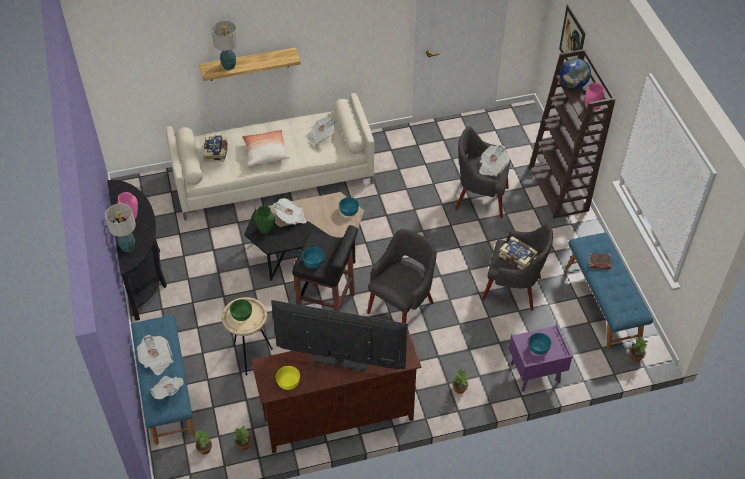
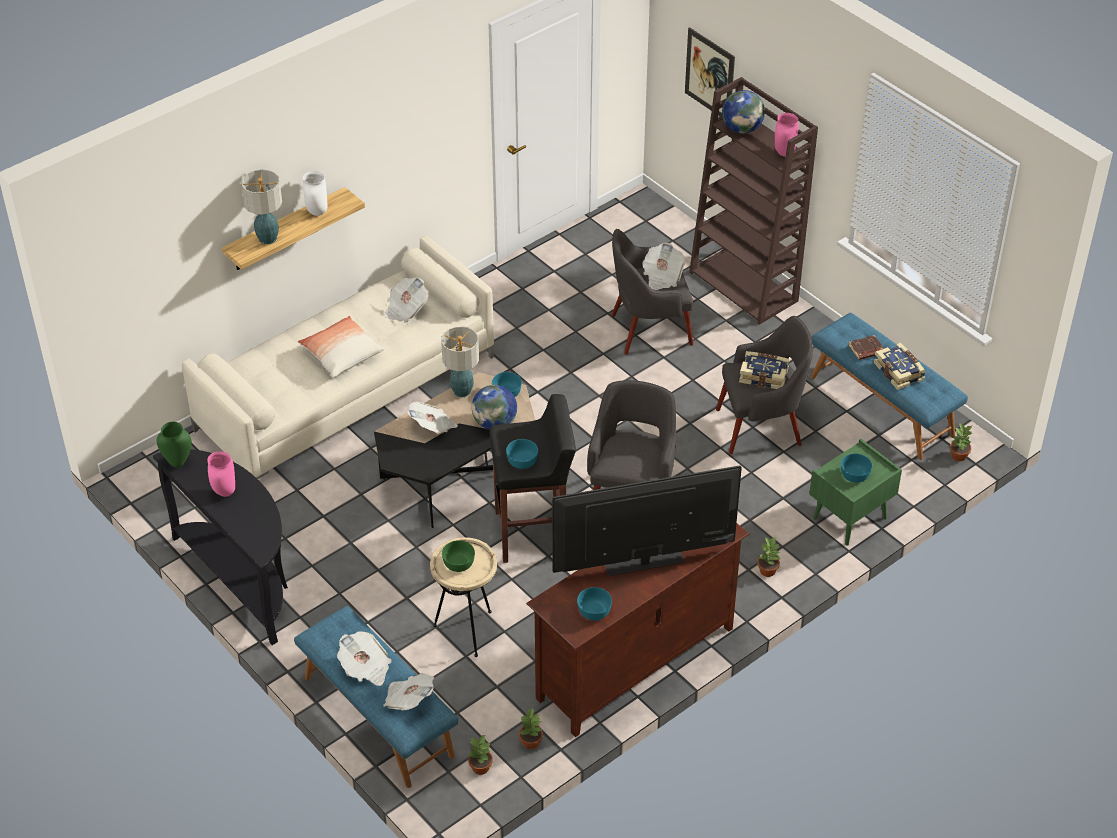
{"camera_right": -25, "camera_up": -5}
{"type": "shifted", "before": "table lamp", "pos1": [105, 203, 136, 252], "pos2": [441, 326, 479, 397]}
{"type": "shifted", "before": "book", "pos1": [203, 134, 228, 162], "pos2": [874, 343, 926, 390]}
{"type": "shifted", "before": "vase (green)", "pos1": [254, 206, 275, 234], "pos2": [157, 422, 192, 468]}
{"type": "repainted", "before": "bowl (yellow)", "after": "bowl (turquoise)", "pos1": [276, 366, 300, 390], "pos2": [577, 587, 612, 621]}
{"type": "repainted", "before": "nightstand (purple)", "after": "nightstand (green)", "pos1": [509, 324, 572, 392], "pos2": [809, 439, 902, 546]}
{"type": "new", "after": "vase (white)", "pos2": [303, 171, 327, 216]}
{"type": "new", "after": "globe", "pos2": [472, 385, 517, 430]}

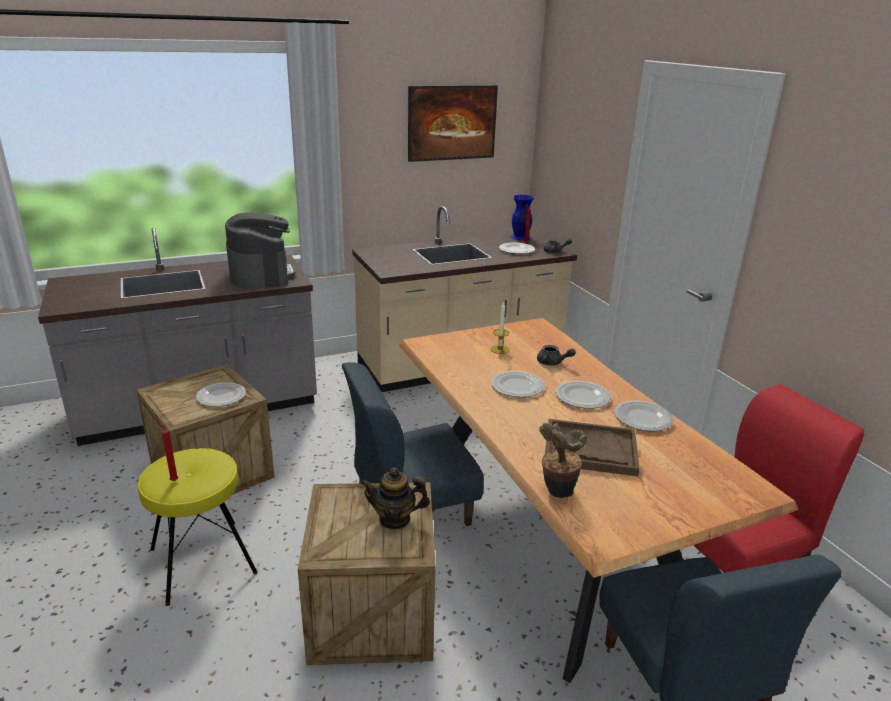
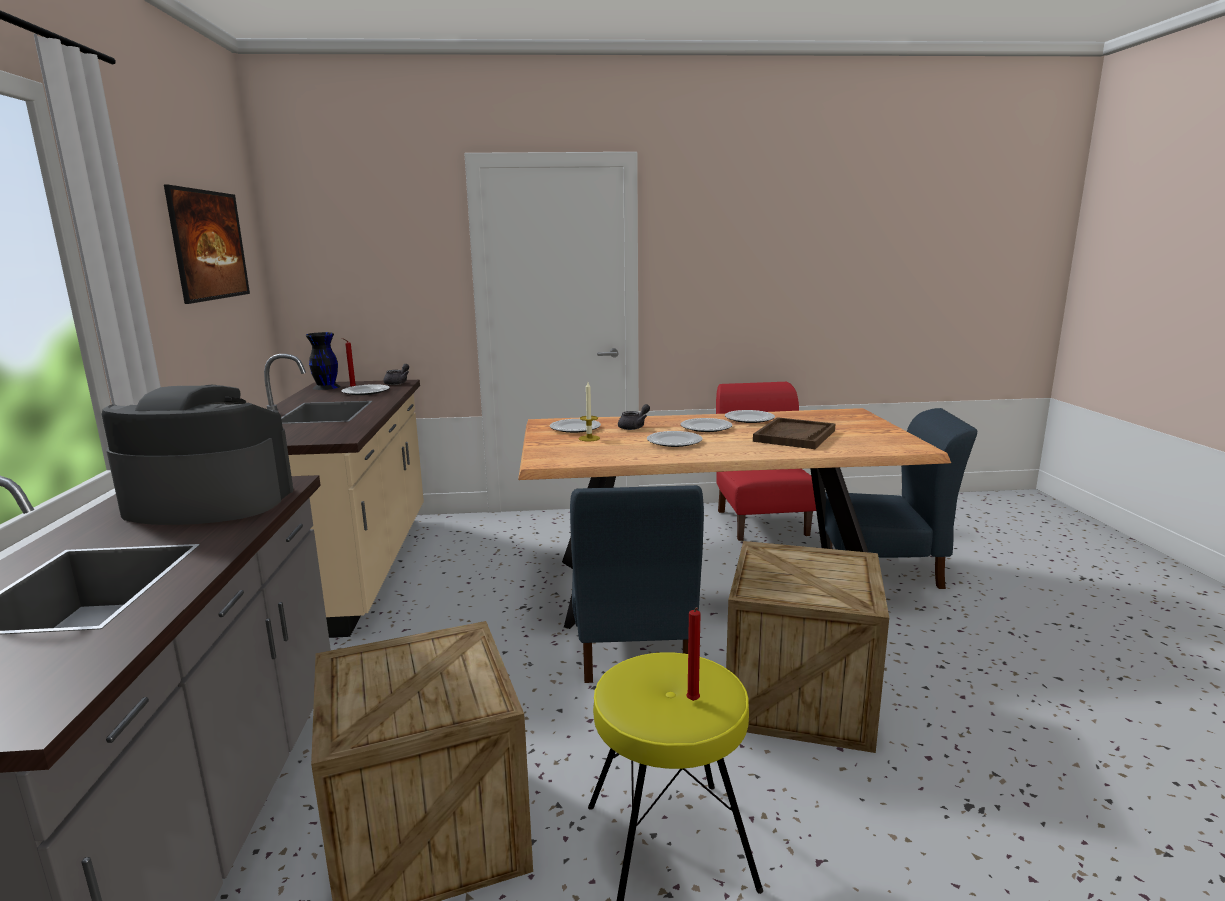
{"camera_right": -70, "camera_up": -10}
{"type": "shifted", "before": "plate", "pos1": [196, 382, 246, 407], "pos2": [550, 419, 601, 433]}
{"type": "gone", "before": "teapot", "pos1": [360, 467, 430, 529]}
{"type": "repainted", "before": "vase (blue)", "after": "vase (black)", "pos1": [511, 195, 534, 241], "pos2": [306, 332, 340, 390]}
{"type": "gone", "before": "potted plant", "pos1": [539, 423, 587, 498]}

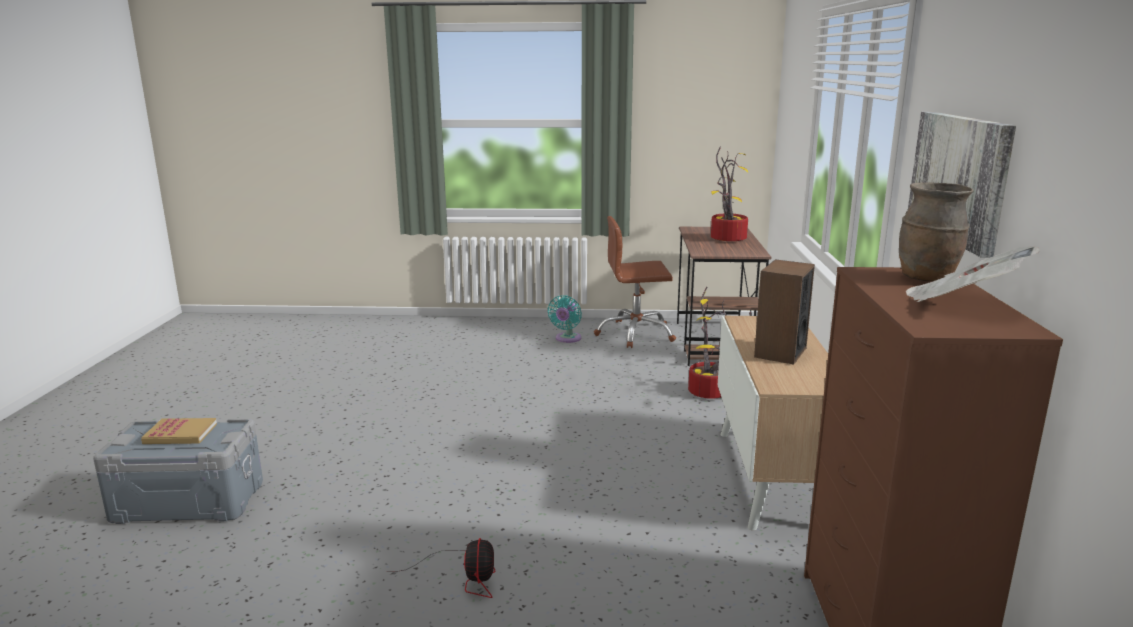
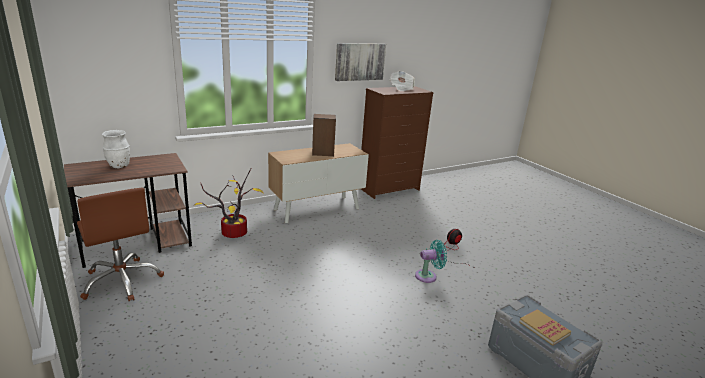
{"camera_right": -125, "camera_up": 5}
{"type": "shifted", "before": "fan (turquoise)", "pos1": [547, 295, 582, 343], "pos2": [415, 240, 447, 283]}
{"type": "swapped", "before": "potted plant", "after": "vase (white)", "pos1": [711, 146, 748, 241], "pos2": [102, 130, 130, 168]}
{"type": "gone", "before": "vase (brown)", "pos1": [899, 183, 974, 281]}

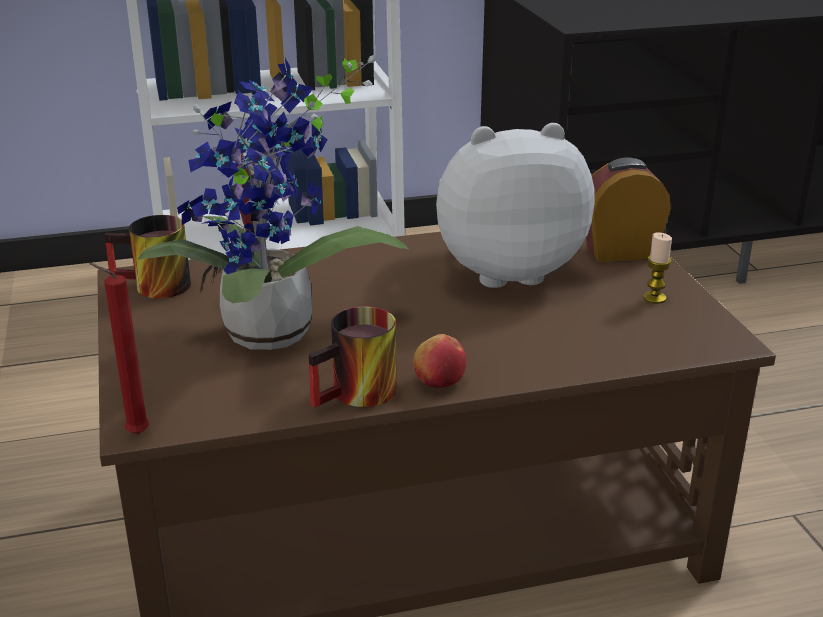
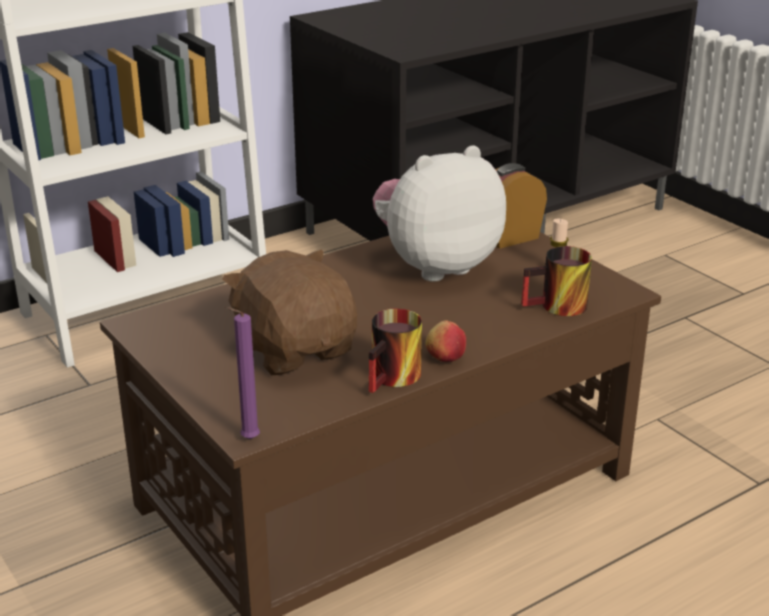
{"camera_right": -20, "camera_up": 0}
{"type": "repainted", "before": "candle (red)", "after": "candle (purple)", "pos1": [89, 263, 150, 434], "pos2": [226, 307, 260, 439]}
{"type": "shifted", "before": "mug", "pos1": [104, 215, 191, 299], "pos2": [521, 246, 592, 316]}
{"type": "swapped", "before": "potted plant", "after": "plush toy (brown)", "pos1": [138, 55, 408, 350], "pos2": [222, 249, 357, 375]}

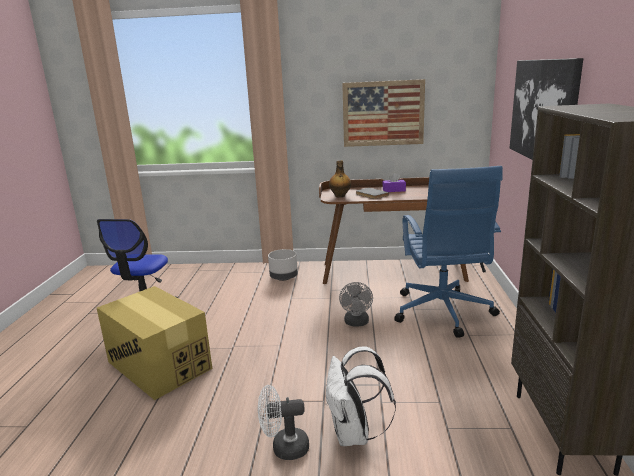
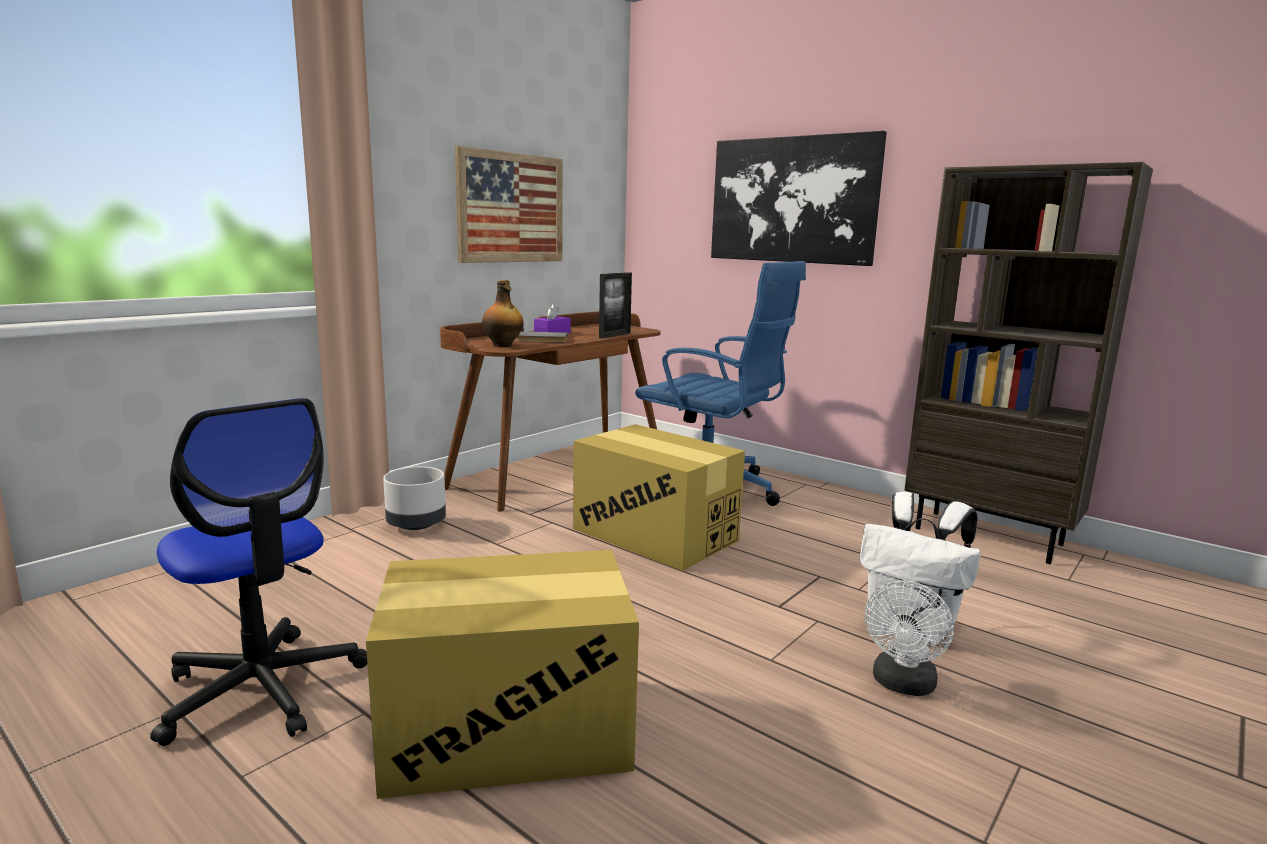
{"camera_right": -55, "camera_up": -5}
{"type": "swapped", "before": "fan (grey)", "after": "cardboard box", "pos1": [339, 282, 373, 327], "pos2": [573, 424, 745, 571]}
{"type": "new", "after": "picture frame", "pos2": [599, 272, 632, 338]}

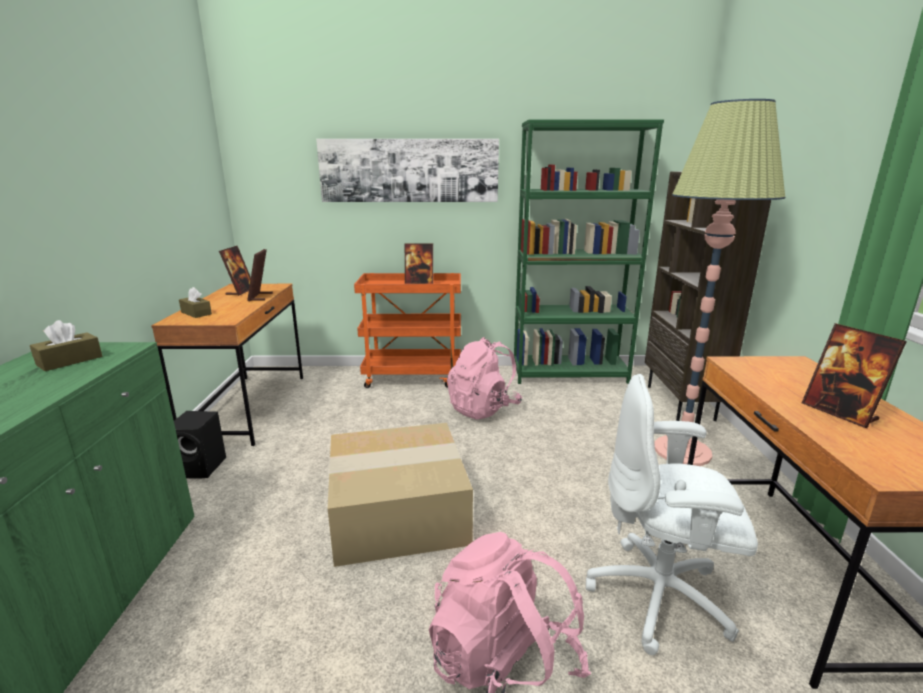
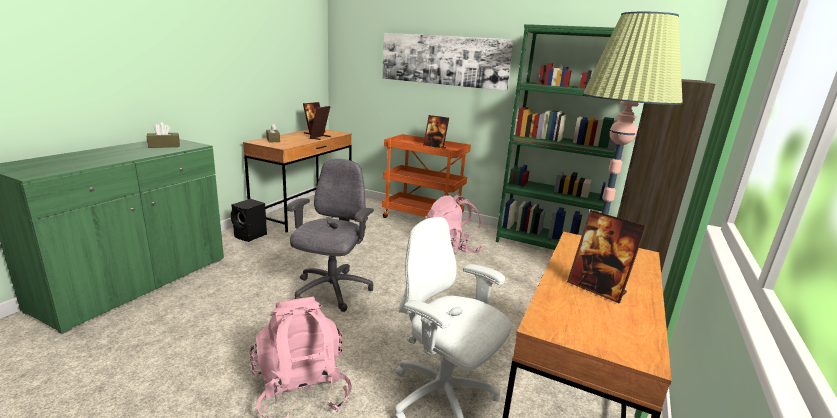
{"camera_right": 25, "camera_up": 0}
{"type": "swapped", "before": "cardboard box", "after": "office chair (grey)", "pos1": [328, 423, 473, 567], "pos2": [287, 158, 374, 312]}
{"type": "rotated", "before": "picture frame", "pos1": [802, 323, 907, 428], "pos2": [567, 210, 646, 303], "turn": -45}

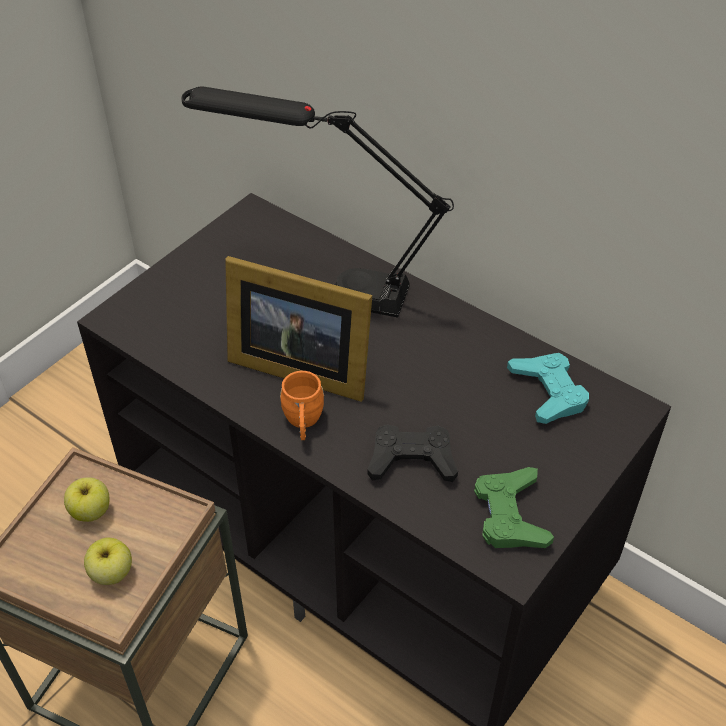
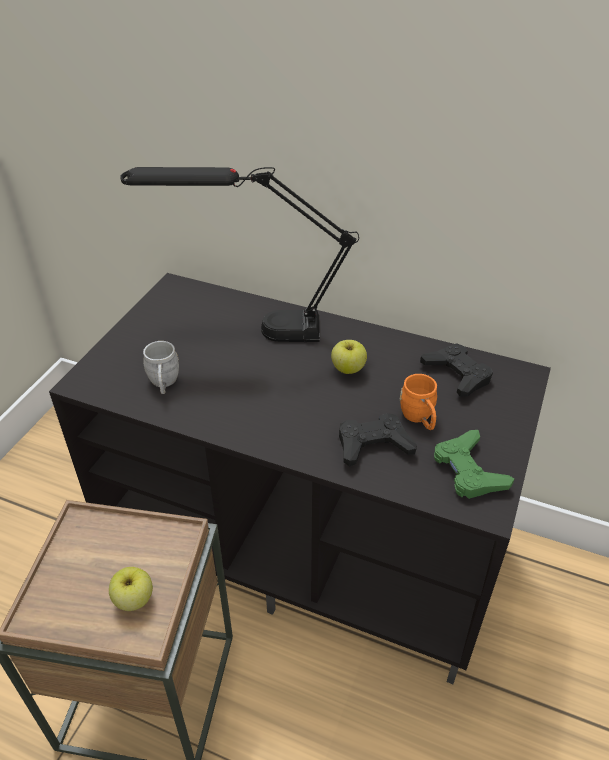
{"camera_right": -15, "camera_up": -5}
{"type": "shifted", "before": "apple", "pos1": [64, 477, 109, 522], "pos2": [331, 340, 367, 374]}
{"type": "gone", "before": "picture frame", "pos1": [225, 256, 372, 402]}
{"type": "shifted", "before": "mug (orange)", "pos1": [280, 371, 324, 440], "pos2": [400, 374, 437, 430]}
{"type": "repainted", "before": "game controller (turquoise)", "after": "game controller (black)", "pos1": [507, 353, 589, 424], "pos2": [420, 343, 493, 397]}
{"type": "new", "after": "mug (grey)", "pos2": [143, 341, 179, 394]}

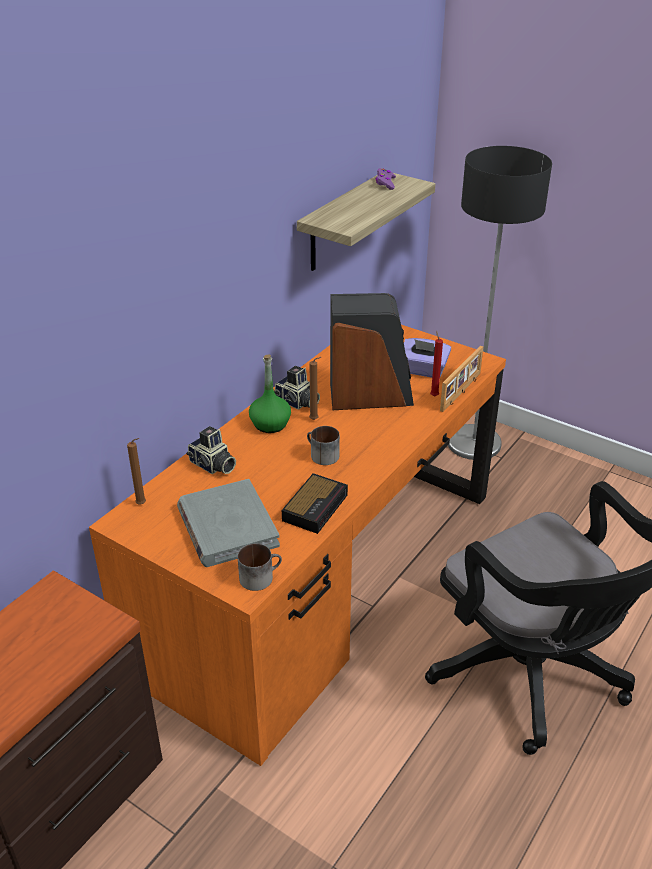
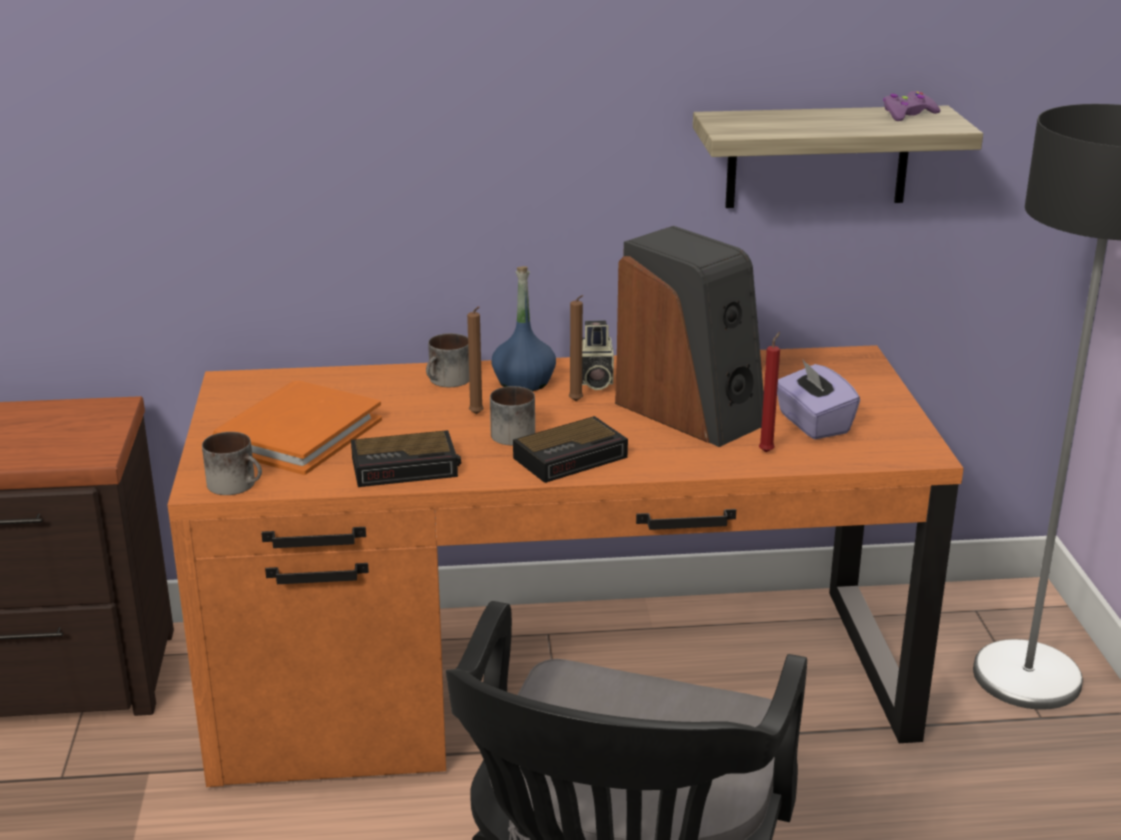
{"camera_right": 50, "camera_up": -10}
{"type": "shifted", "before": "candle (brown)", "pos1": [127, 438, 146, 504], "pos2": [467, 306, 484, 414]}
{"type": "repainted", "before": "book (grey)", "after": "book (orange)", "pos1": [177, 479, 280, 567], "pos2": [213, 381, 382, 475]}
{"type": "gone", "before": "photo camera", "pos1": [186, 426, 236, 474]}
{"type": "repainted", "before": "bottle (green)", "after": "bottle (blue)", "pos1": [249, 354, 291, 433], "pos2": [491, 266, 556, 391]}
{"type": "gone", "before": "picture frame", "pos1": [440, 346, 483, 412]}
{"type": "new", "after": "mug", "pos2": [426, 333, 469, 387]}
{"type": "new", "after": "alarm clock", "pos2": [513, 416, 628, 483]}

